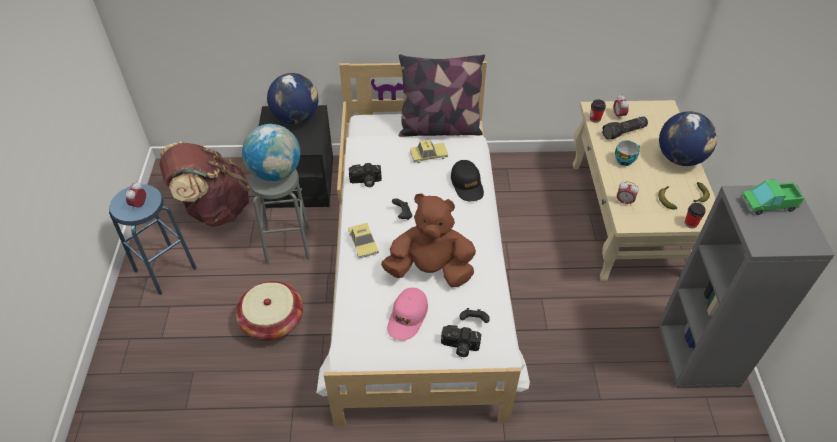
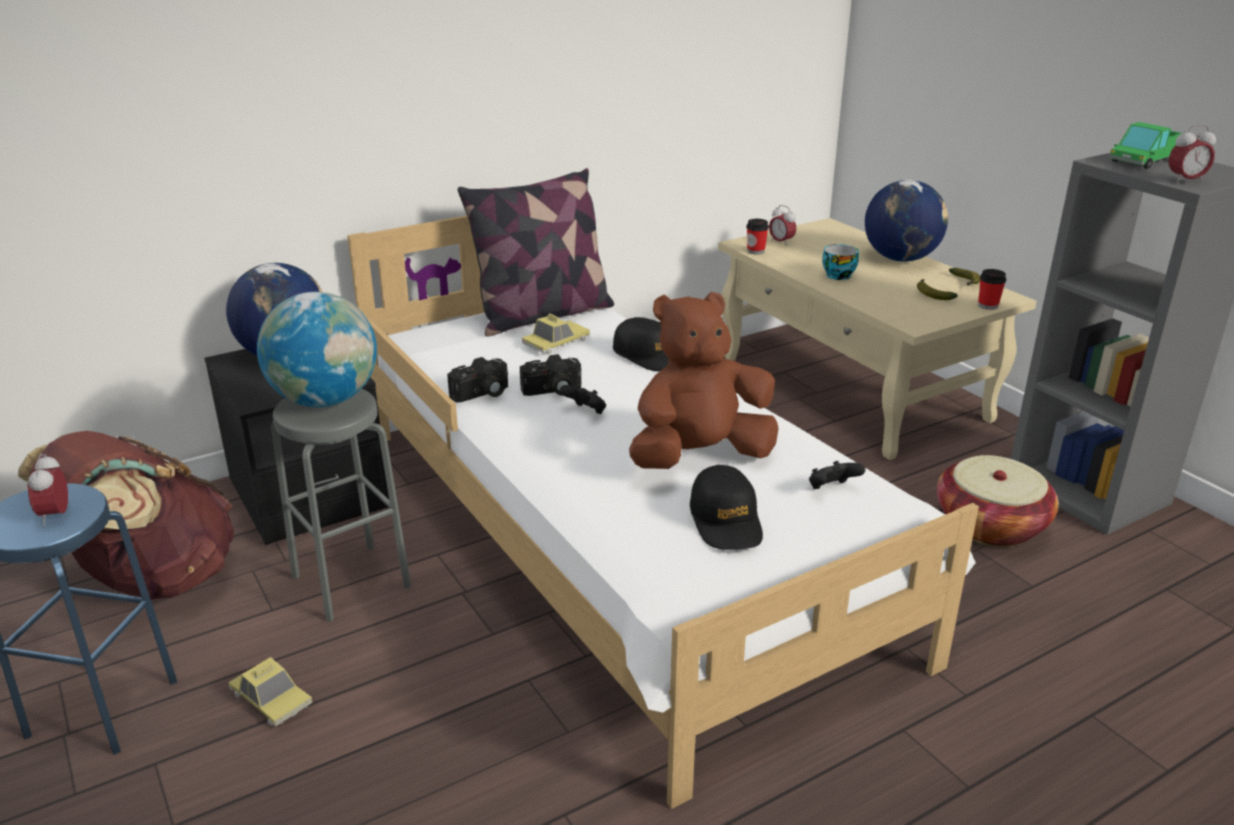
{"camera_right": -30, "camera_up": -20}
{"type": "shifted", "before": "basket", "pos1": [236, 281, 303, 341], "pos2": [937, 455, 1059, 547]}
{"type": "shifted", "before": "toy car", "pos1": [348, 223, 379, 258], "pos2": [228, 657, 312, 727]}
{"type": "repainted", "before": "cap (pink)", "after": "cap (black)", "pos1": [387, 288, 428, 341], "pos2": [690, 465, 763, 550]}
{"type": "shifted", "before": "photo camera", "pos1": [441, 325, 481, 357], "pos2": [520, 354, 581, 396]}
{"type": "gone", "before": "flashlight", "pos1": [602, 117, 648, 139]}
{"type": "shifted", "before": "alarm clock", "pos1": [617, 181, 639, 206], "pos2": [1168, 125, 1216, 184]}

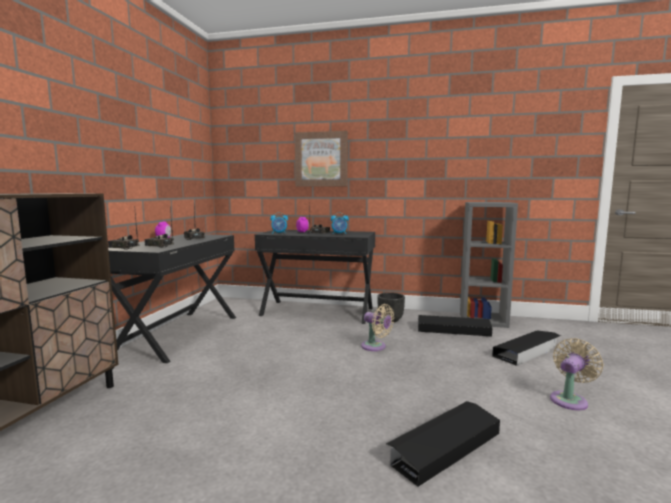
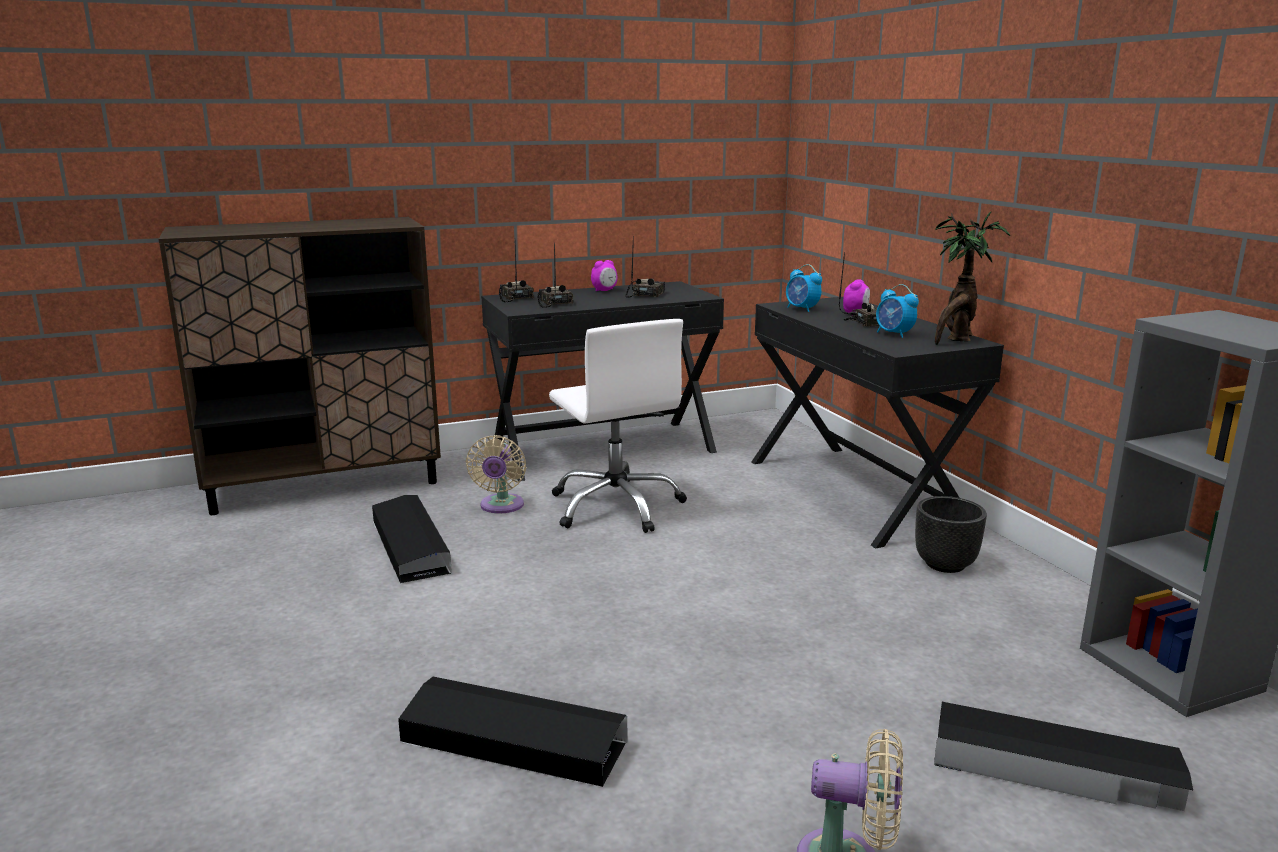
{"camera_right": 55, "camera_up": 10}
{"type": "gone", "before": "picture", "pos1": [295, 131, 348, 187]}
{"type": "shifted", "before": "fan (beige)", "pos1": [361, 304, 394, 351], "pos2": [466, 435, 526, 514]}
{"type": "shifted", "before": "storage box (black)", "pos1": [418, 315, 492, 336], "pos2": [372, 495, 452, 583]}
{"type": "new", "after": "office chair (white)", "pos2": [549, 319, 687, 533]}
{"type": "new", "after": "potted plant", "pos2": [935, 212, 1010, 345]}

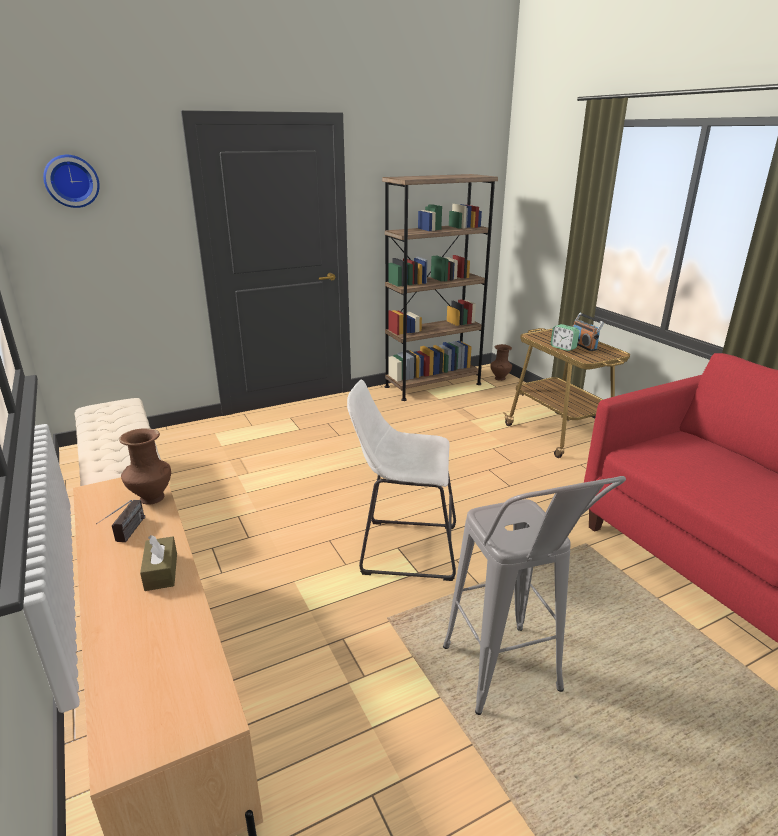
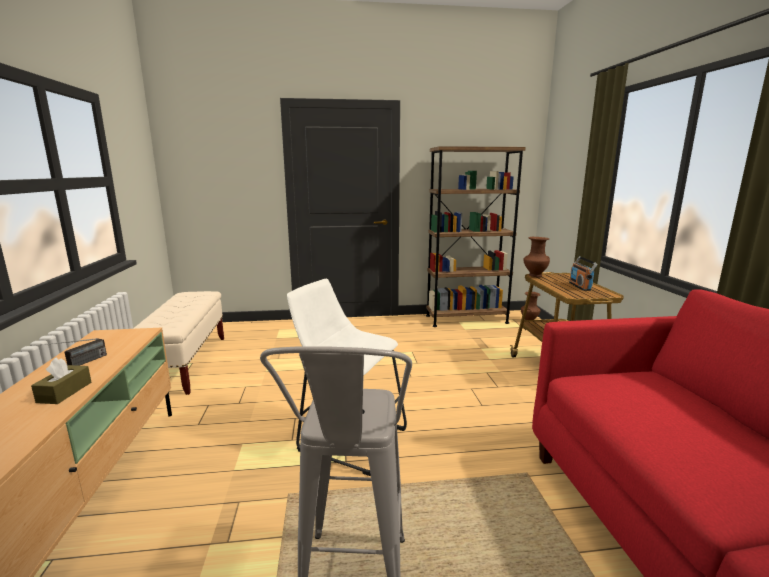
{"camera_right": 20, "camera_up": -10}
{"type": "gone", "before": "wall clock", "pos1": [43, 155, 100, 208]}
{"type": "shifted", "before": "vase (brown)", "pos1": [119, 428, 171, 505], "pos2": [523, 237, 550, 277]}
{"type": "gone", "before": "alarm clock", "pos1": [551, 324, 579, 351]}

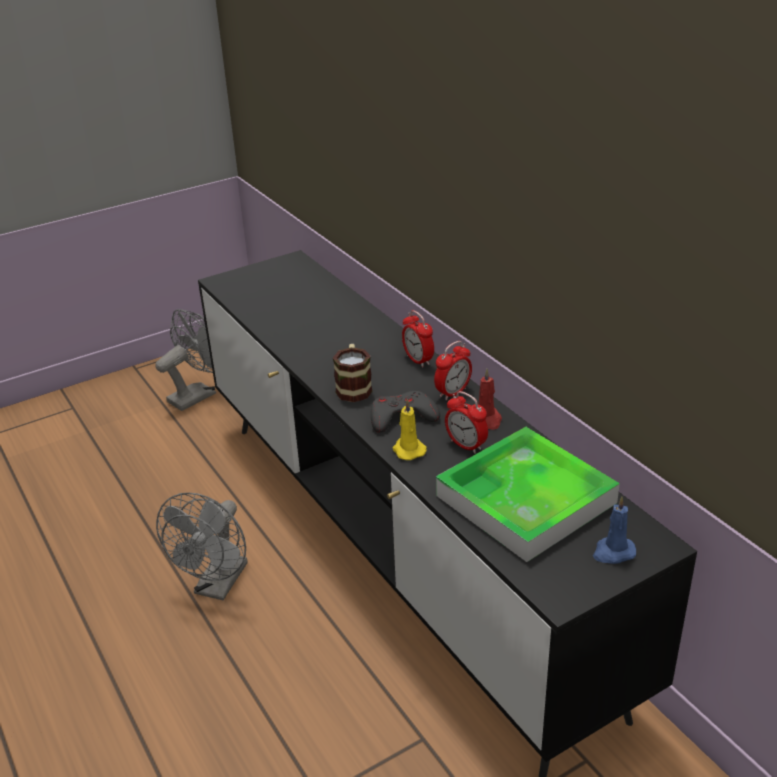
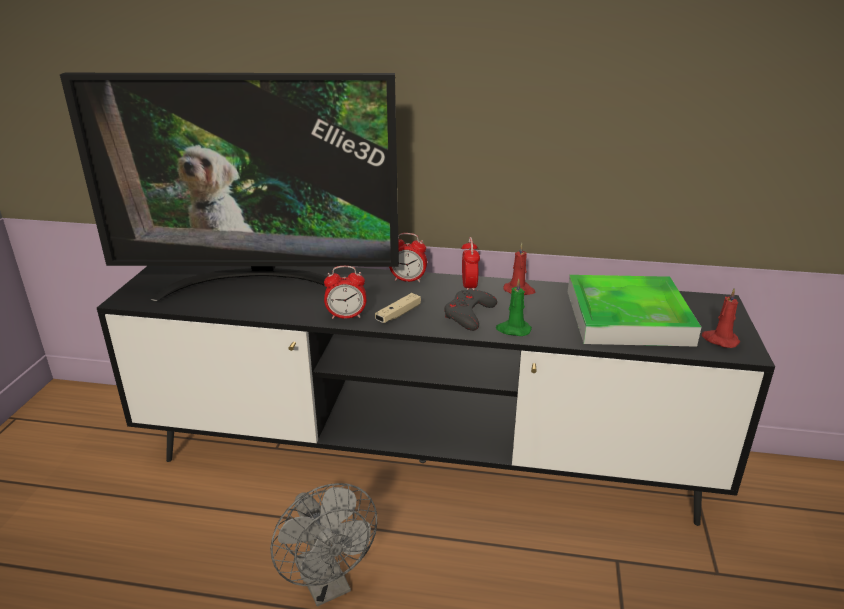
{"camera_right": -50, "camera_up": -5}
{"type": "gone", "before": "fan (grey)", "pos1": [155, 309, 216, 411]}
{"type": "swapped", "before": "mug", "after": "game controller (beige)", "pos1": [333, 344, 372, 402], "pos2": [375, 293, 421, 323]}
{"type": "repainted", "before": "candle (yellow)", "after": "candle (green)", "pos1": [393, 399, 427, 460], "pos2": [496, 279, 532, 336]}
{"type": "shifted", "before": "alarm clock", "pos1": [445, 391, 488, 454], "pos2": [324, 266, 366, 319]}
{"type": "gone", "before": "candle (blue)", "pos1": [593, 496, 636, 564]}
{"type": "new", "after": "television", "pos2": [60, 73, 399, 301]}
{"type": "new", "after": "candle (red)", "pos2": [702, 288, 740, 348]}

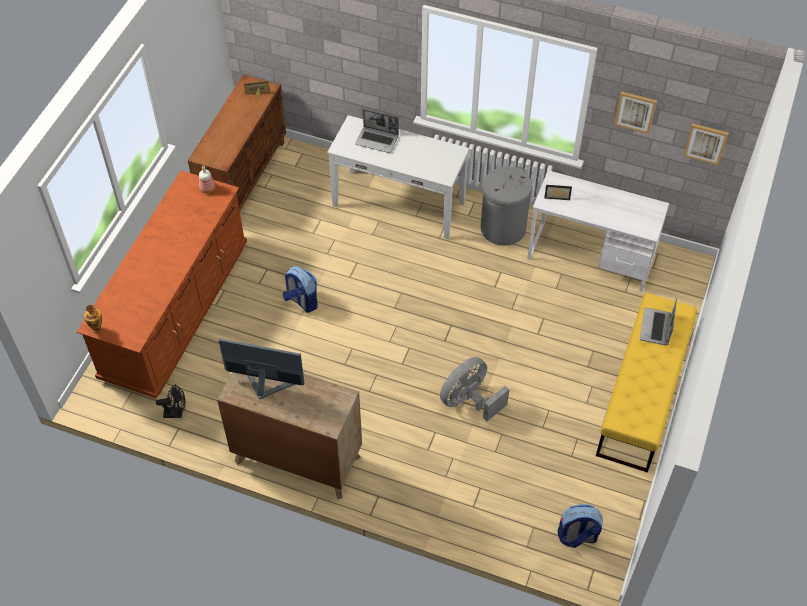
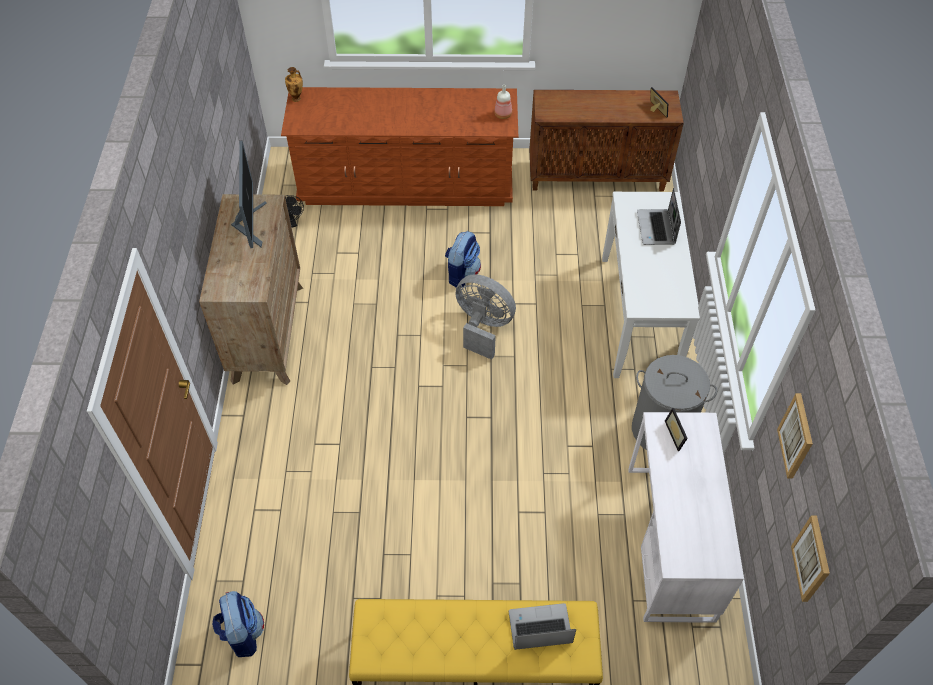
{"camera_right": 70, "camera_up": 0}
{"type": "shifted", "before": "fan (grey)", "pos1": [440, 357, 509, 421], "pos2": [455, 274, 516, 360]}

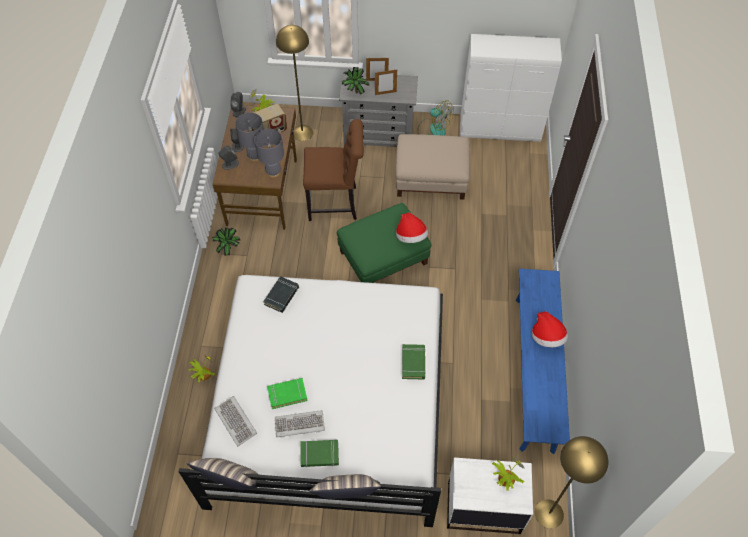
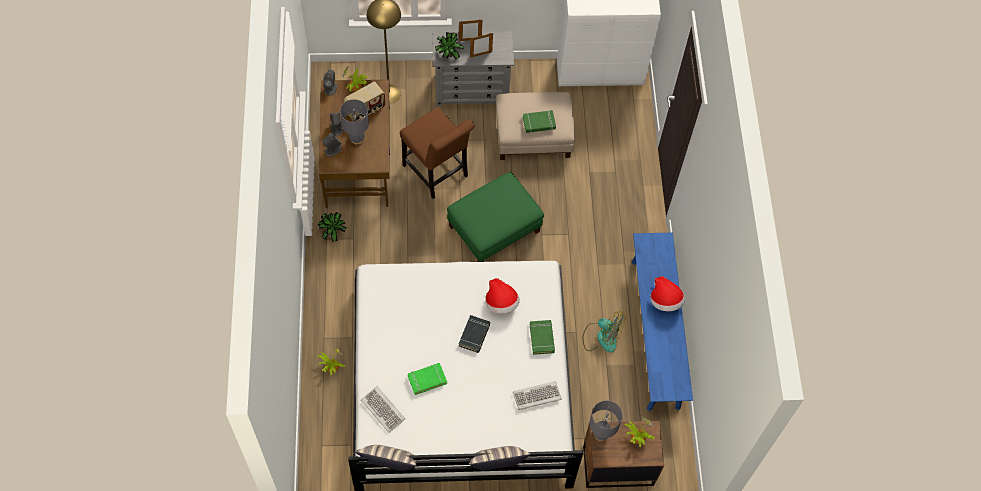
{"camera_right": -10, "camera_up": 5}
{"type": "shifted", "before": "table lamp (grey)", "pos1": [254, 129, 284, 178], "pos2": [590, 400, 622, 441]}
{"type": "shifted", "before": "book (black)", "pos1": [263, 276, 299, 313], "pos2": [459, 315, 490, 353]}
{"type": "shifted", "before": "keyboard", "pos1": [275, 410, 325, 437], "pos2": [513, 381, 562, 410]}
{"type": "shifted", "before": "book (green)", "pos1": [300, 440, 339, 467], "pos2": [523, 110, 556, 133]}
{"type": "rotated", "before": "chair (brown)", "pos1": [303, 119, 364, 221], "pos2": [400, 107, 475, 199], "turn": 60}
{"type": "shifted", "before": "hat", "pos1": [396, 213, 428, 243], "pos2": [485, 278, 520, 314]}
{"type": "shifted", "before": "fan", "pos1": [417, 100, 454, 136], "pos2": [582, 311, 625, 353]}
{"type": "repainted", "before": "nightstand (white)", "after": "nightstand (brown)", "pos1": [447, 457, 533, 534], "pos2": [583, 421, 664, 488]}
{"type": "gone", "before": "floor lamp (yellow)", "pos1": [535, 436, 609, 529]}

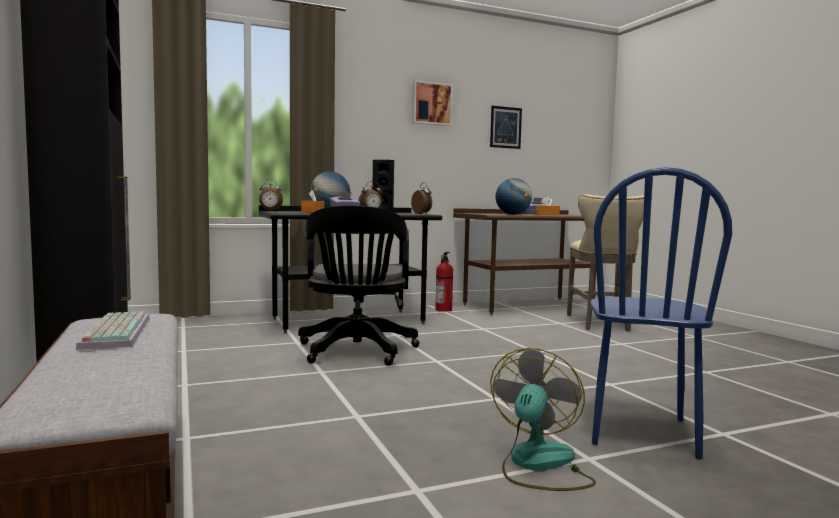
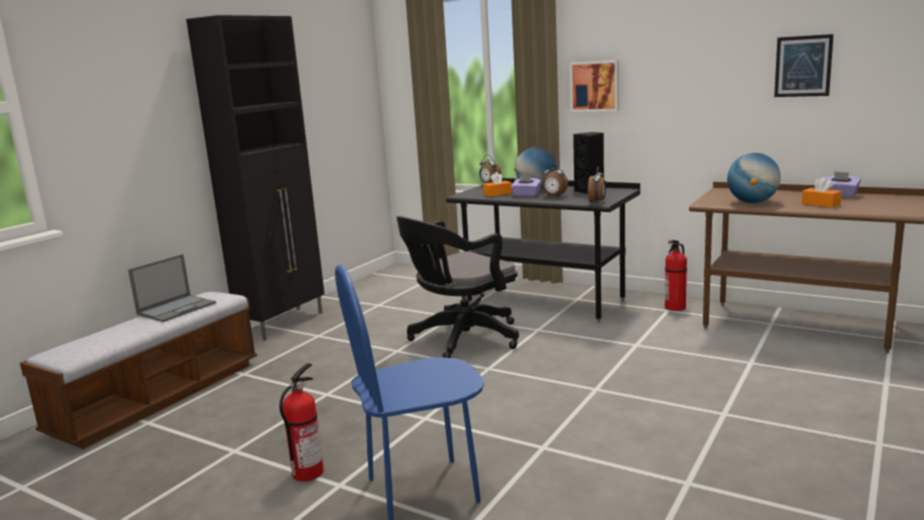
{"camera_right": 55, "camera_up": 10}
{"type": "swapped", "before": "keyboard", "after": "laptop", "pos1": [76, 311, 150, 350], "pos2": [128, 254, 216, 322]}
{"type": "shifted", "before": "picture", "pos1": [412, 80, 453, 126], "pos2": [570, 60, 619, 112]}
{"type": "swapped", "before": "fan", "after": "fire extinguisher", "pos1": [490, 348, 596, 491], "pos2": [279, 363, 324, 481]}
{"type": "gone", "before": "stool (beige)", "pos1": [567, 194, 644, 332]}

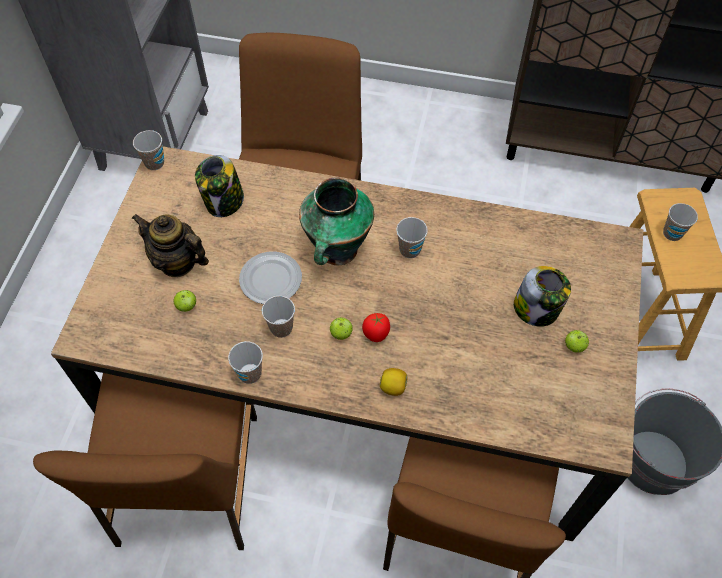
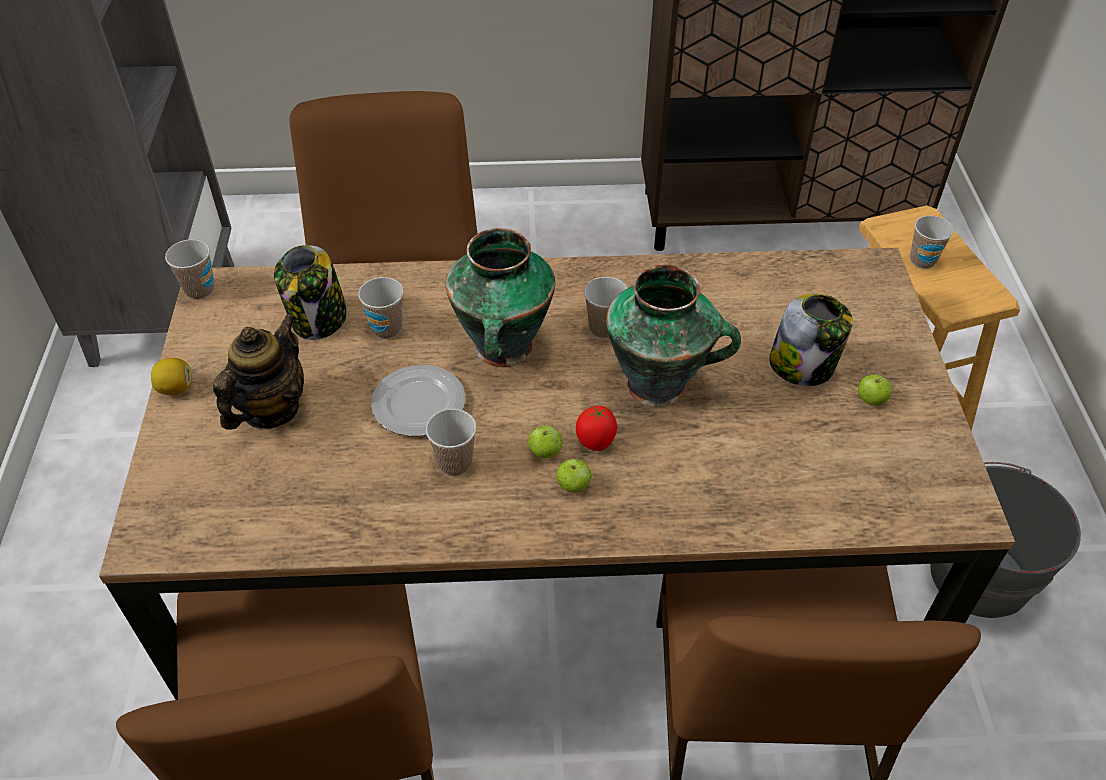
{"camera_right": -15, "camera_up": -10}
{"type": "rotated", "before": "teapot", "pos1": [132, 214, 209, 277], "pos2": [213, 314, 304, 430], "turn": 105}
{"type": "shifted", "before": "apple", "pos1": [174, 290, 196, 312], "pos2": [556, 459, 591, 492]}
{"type": "shifted", "before": "cup", "pos1": [228, 341, 263, 384], "pos2": [358, 277, 403, 339]}
{"type": "shifted", "before": "lemon", "pos1": [380, 368, 408, 396], "pos2": [151, 358, 192, 395]}
{"type": "new", "after": "vase", "pos2": [606, 265, 741, 407]}

